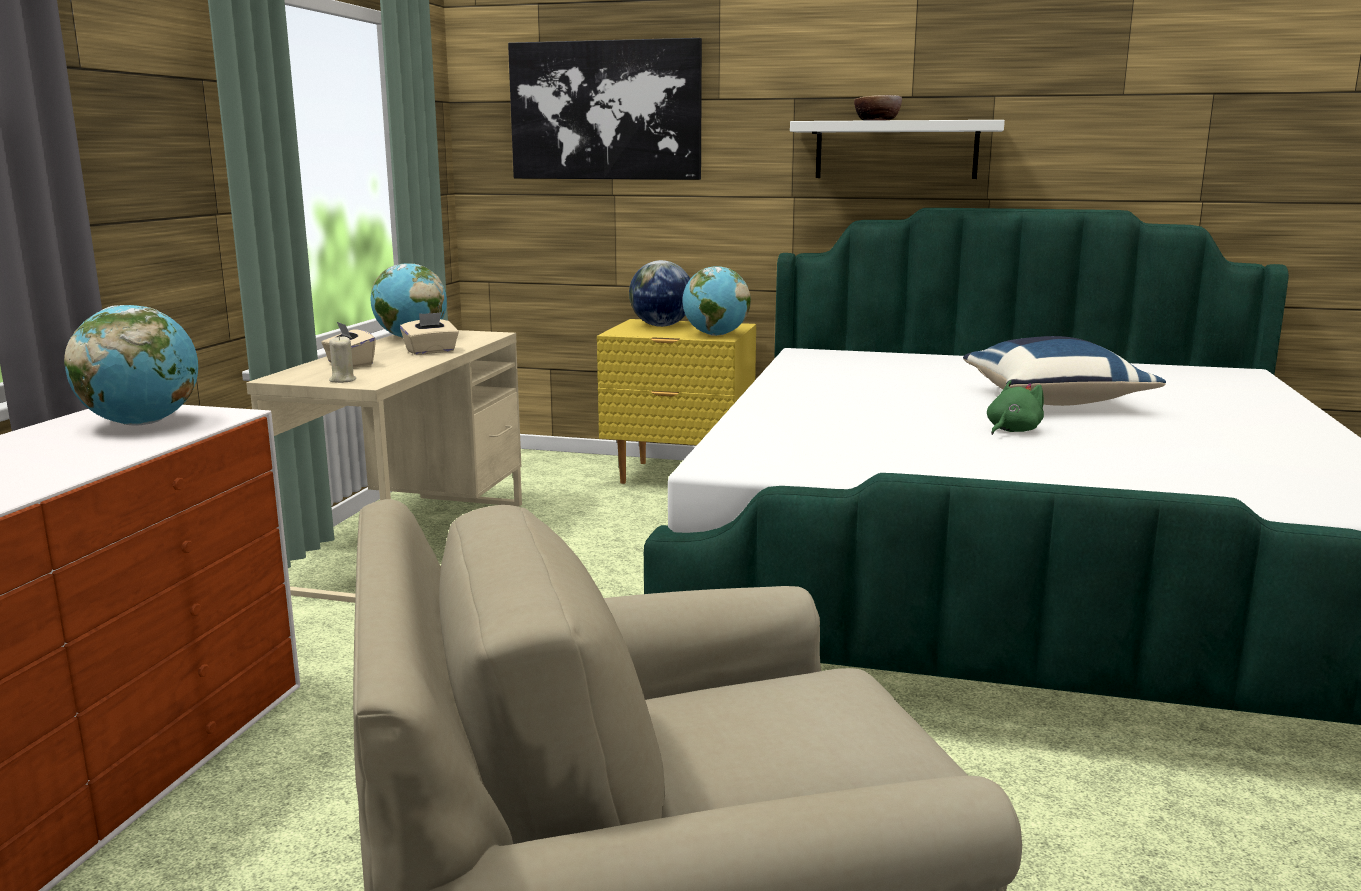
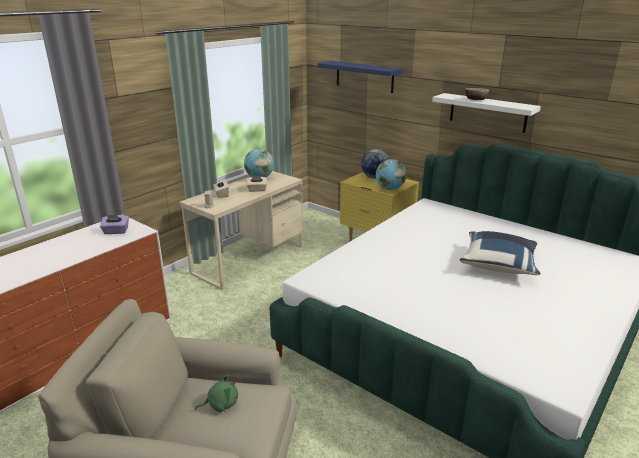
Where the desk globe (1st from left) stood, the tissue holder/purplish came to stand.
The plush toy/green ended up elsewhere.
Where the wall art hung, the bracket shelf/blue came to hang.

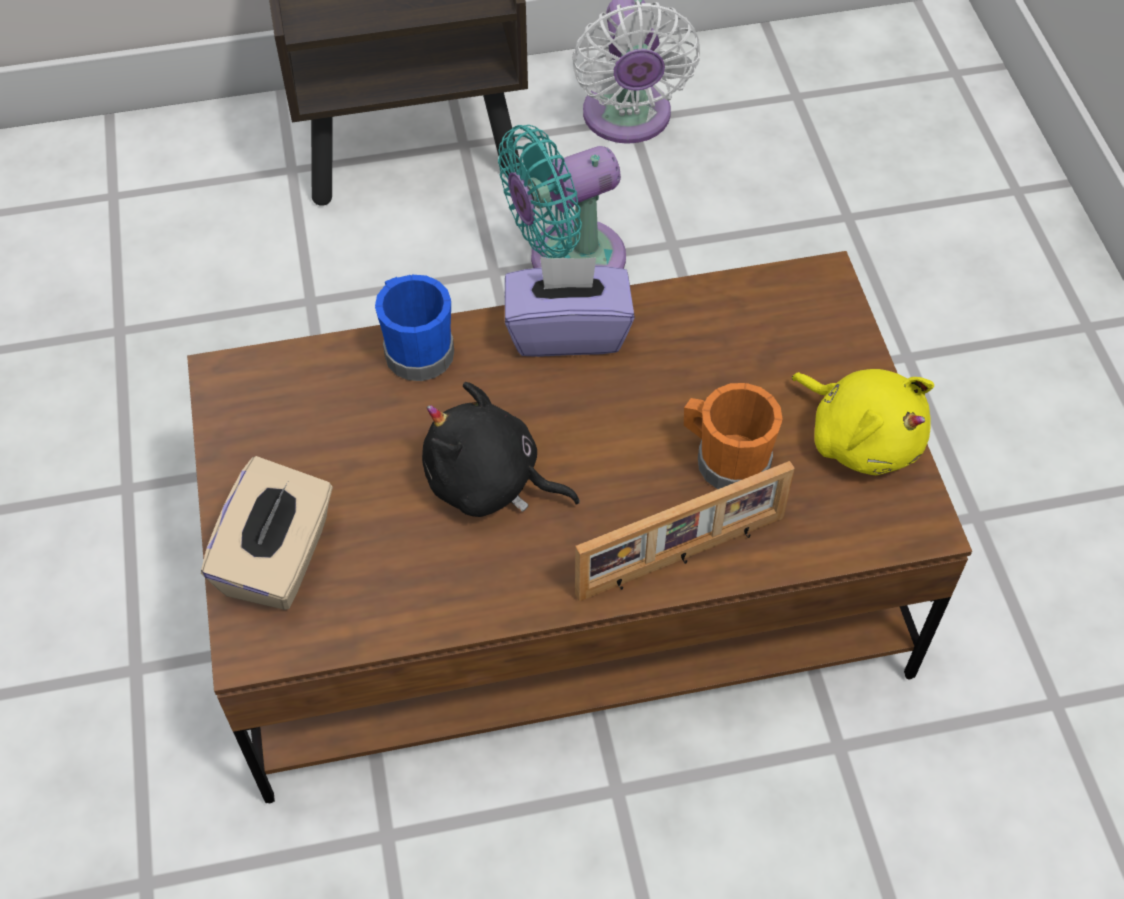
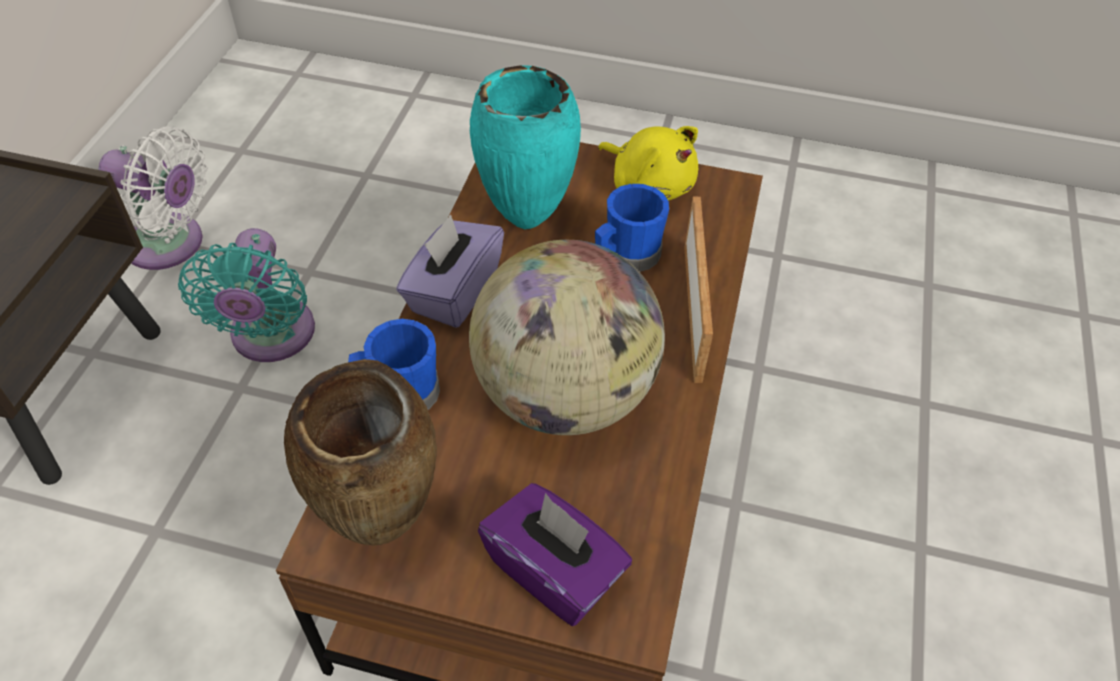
The second view gained the flower vase/brown.
Where the plush toy/black stood, the desk globe came to stand.
The second view gained the flower vase/blue-green.
What was the tissue holder/beige turned into the tissue holder/purplish (2nd from left).
What was the mug/orangey turned into the mug/blue (2nd from left).
The plush toy/yellow-coloured ended up facing another way, 60 degrees clockwise from before.

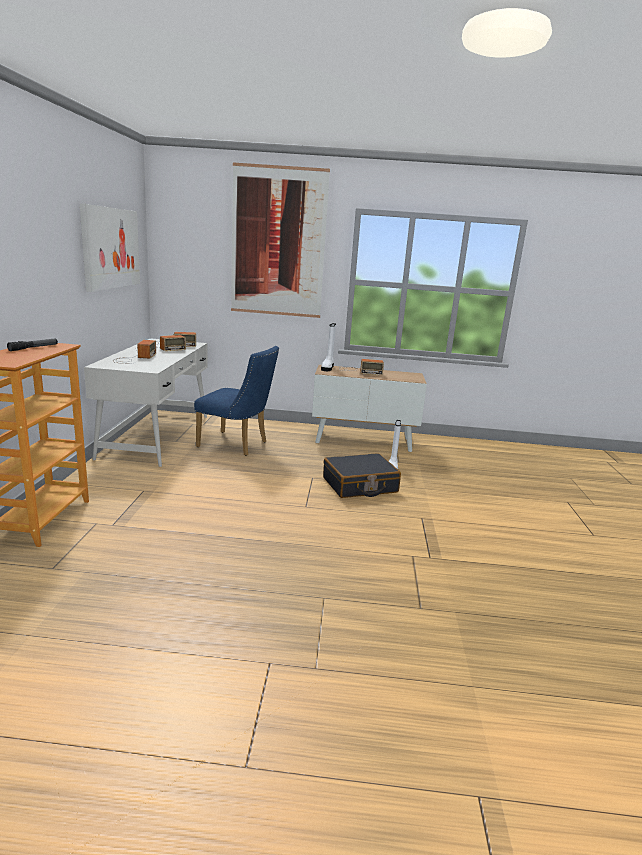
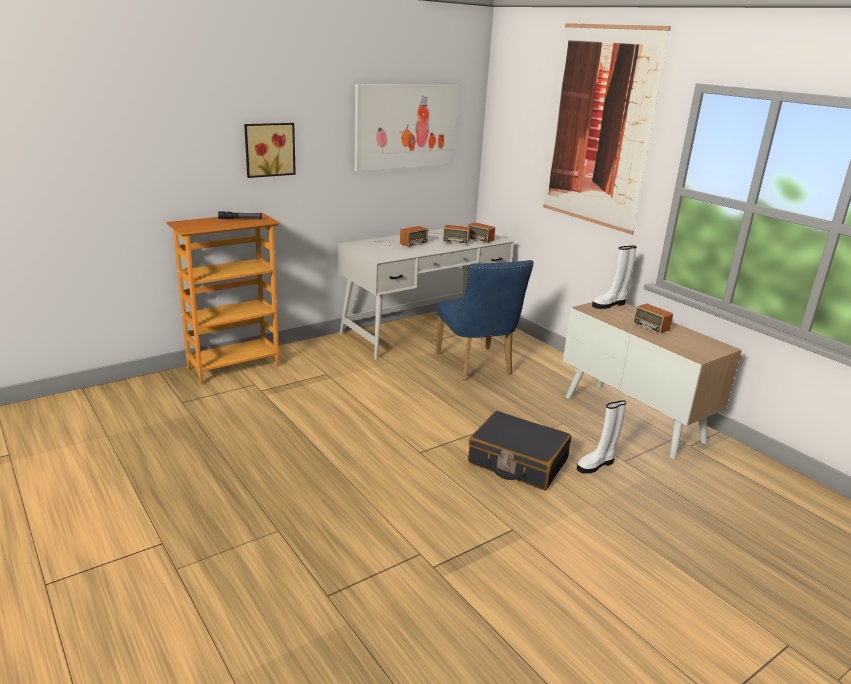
The second view gained the wall art (1st from left).

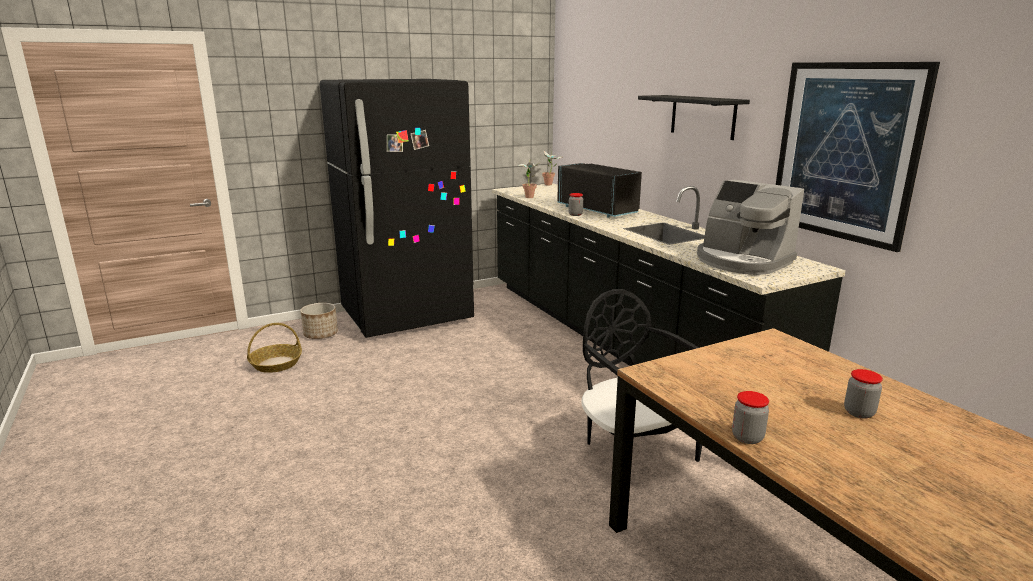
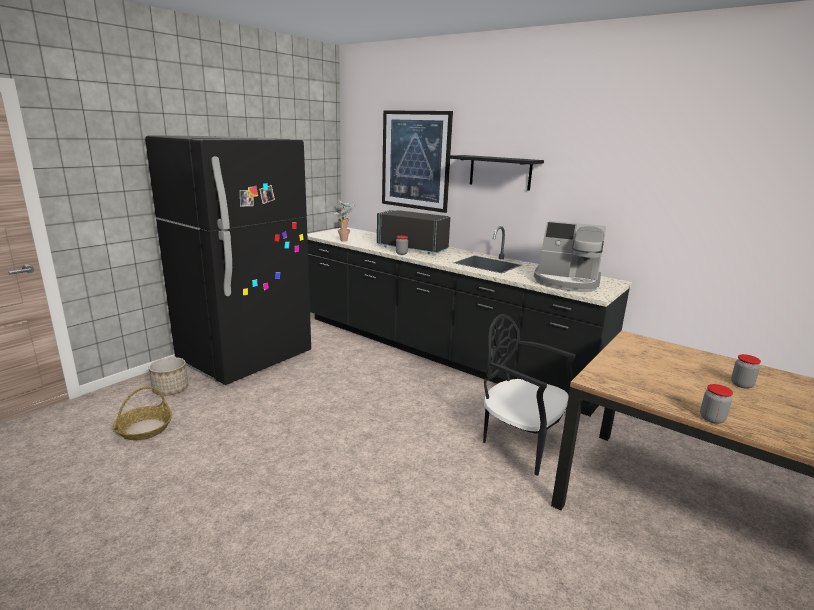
The wall art ended up elsewhere.

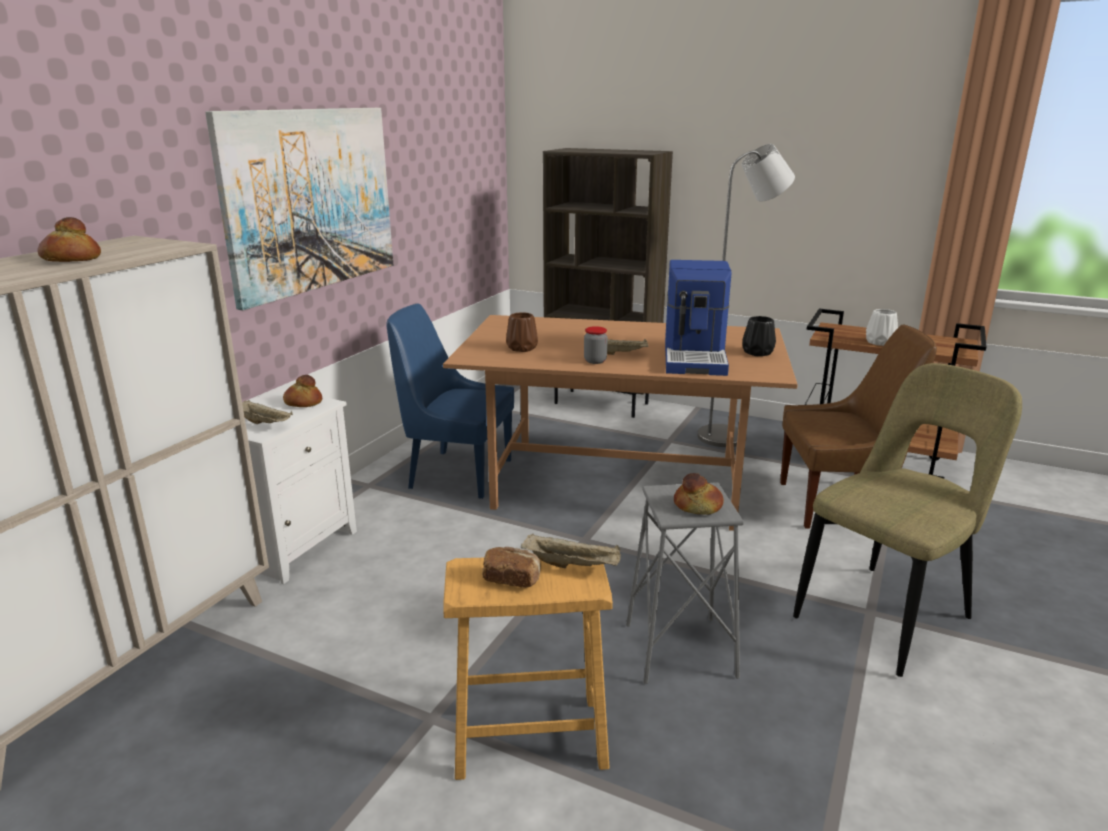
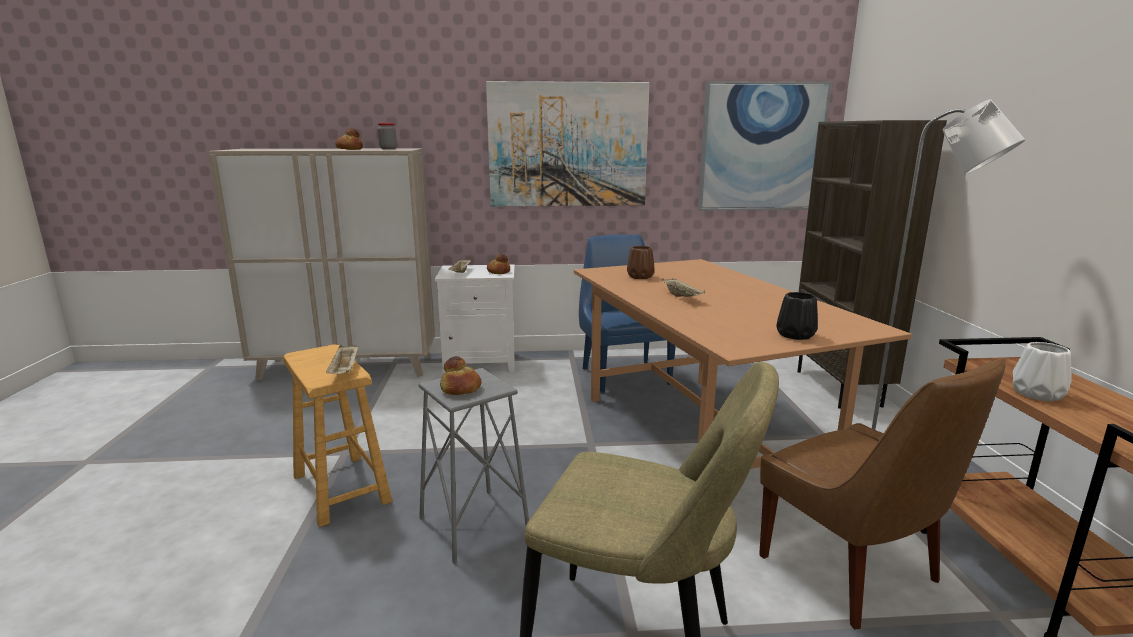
The storage jar ended up elsewhere.
The second view gained the wall art (2nd from left).
The second view lost the bread (3rd from left).
The second view lost the coffee machine.

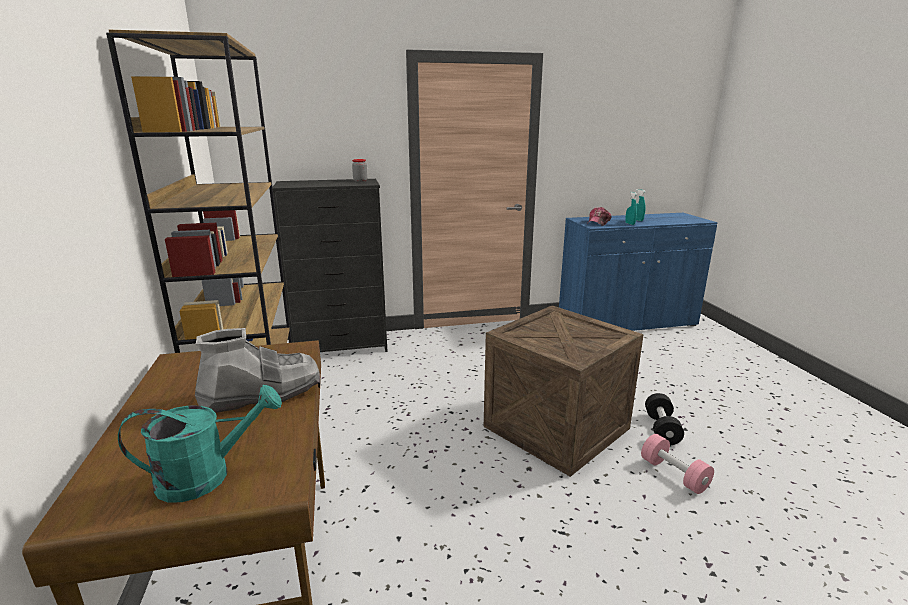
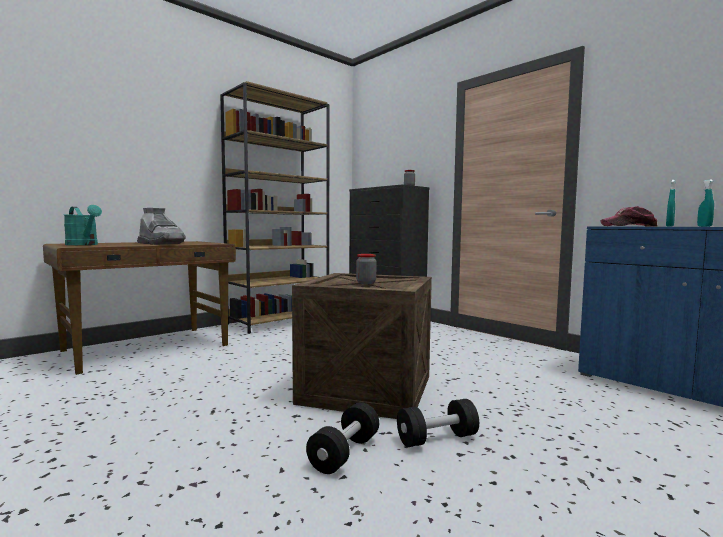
What was the hand weight/pinkish turned into the hand weight/black (1st from left).
The second view gained the storage jar (1st from left).

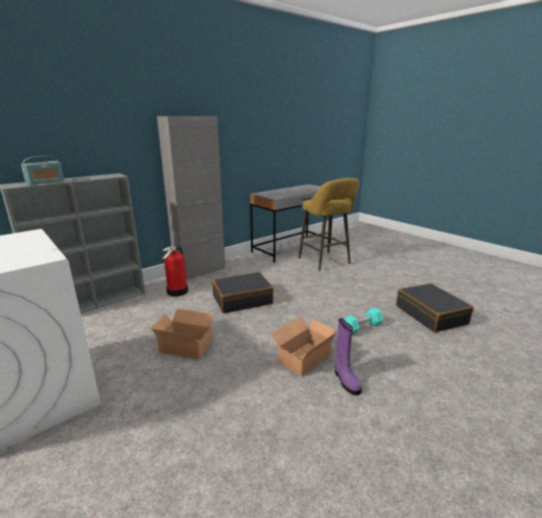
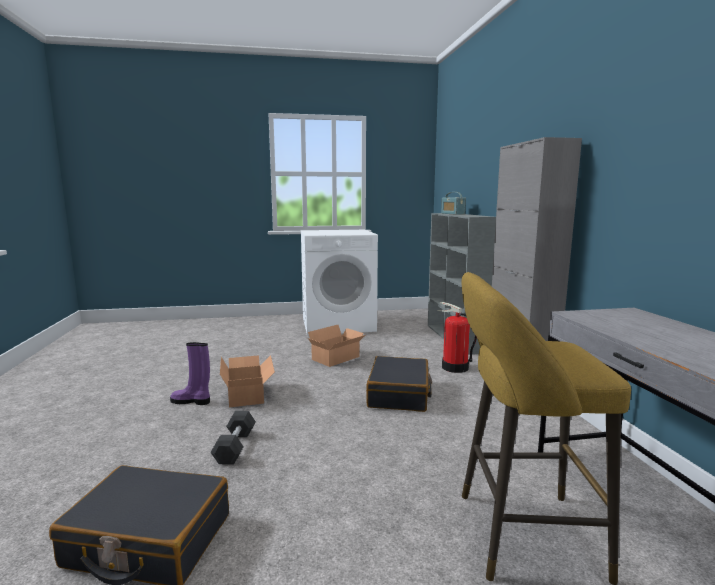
What was the hand weight/blue-green turned into the hand weight/black.

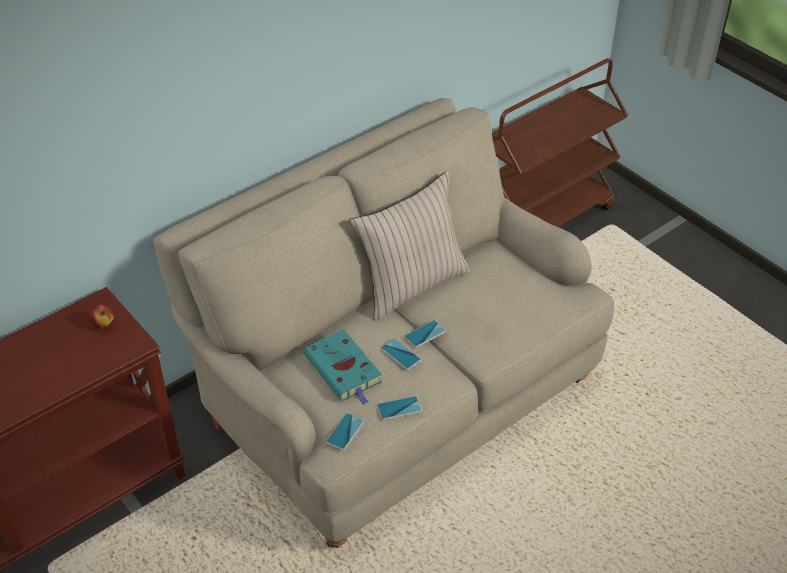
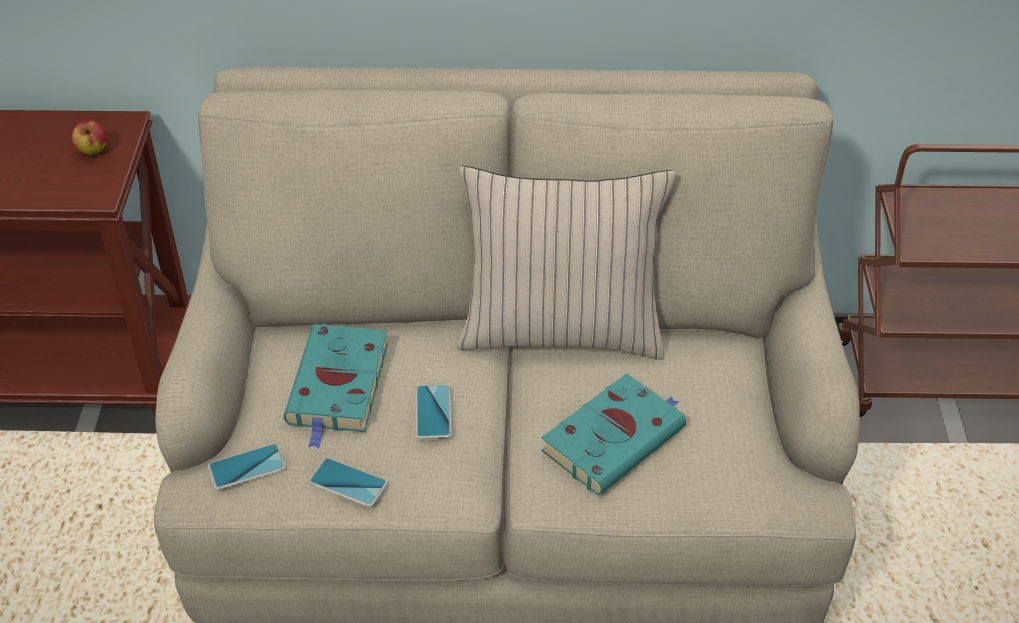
The second view gained the volume/blue-green (2nd from left).
The second view lost the handset (4th from left).

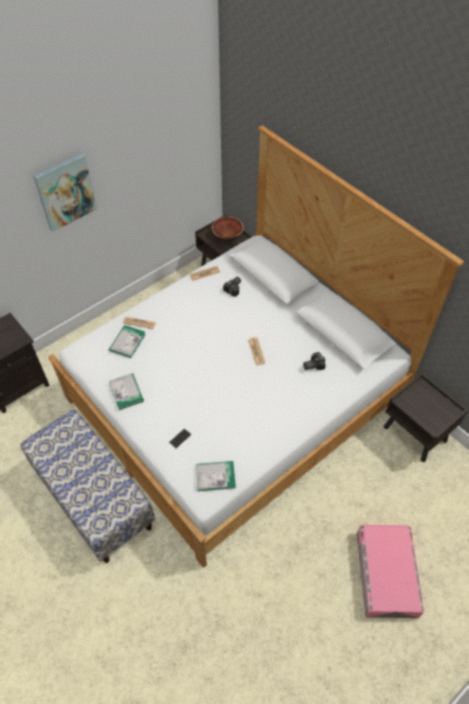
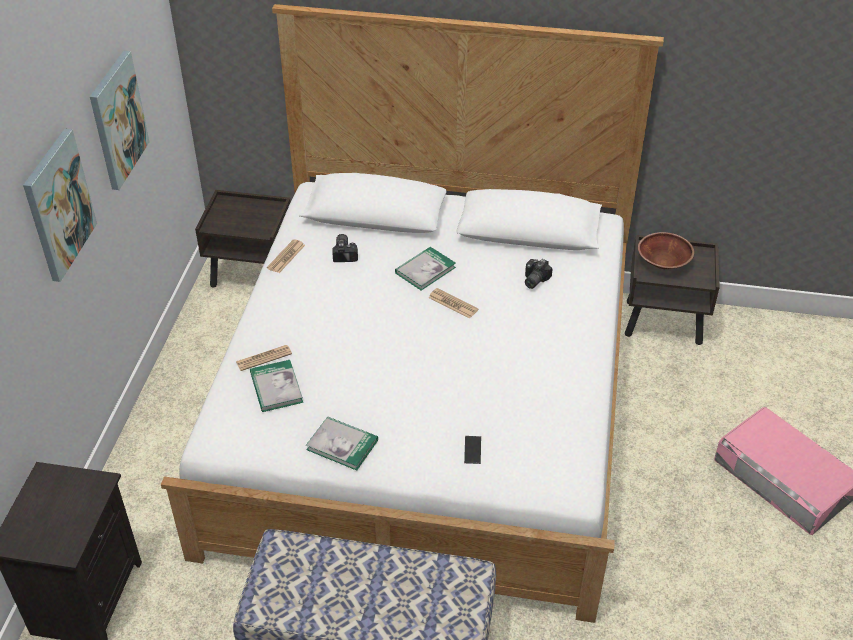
The second view gained the wall art (2nd from left).
The volume (3rd from left) ended up elsewhere.
The bowl/brown ended up elsewhere.

